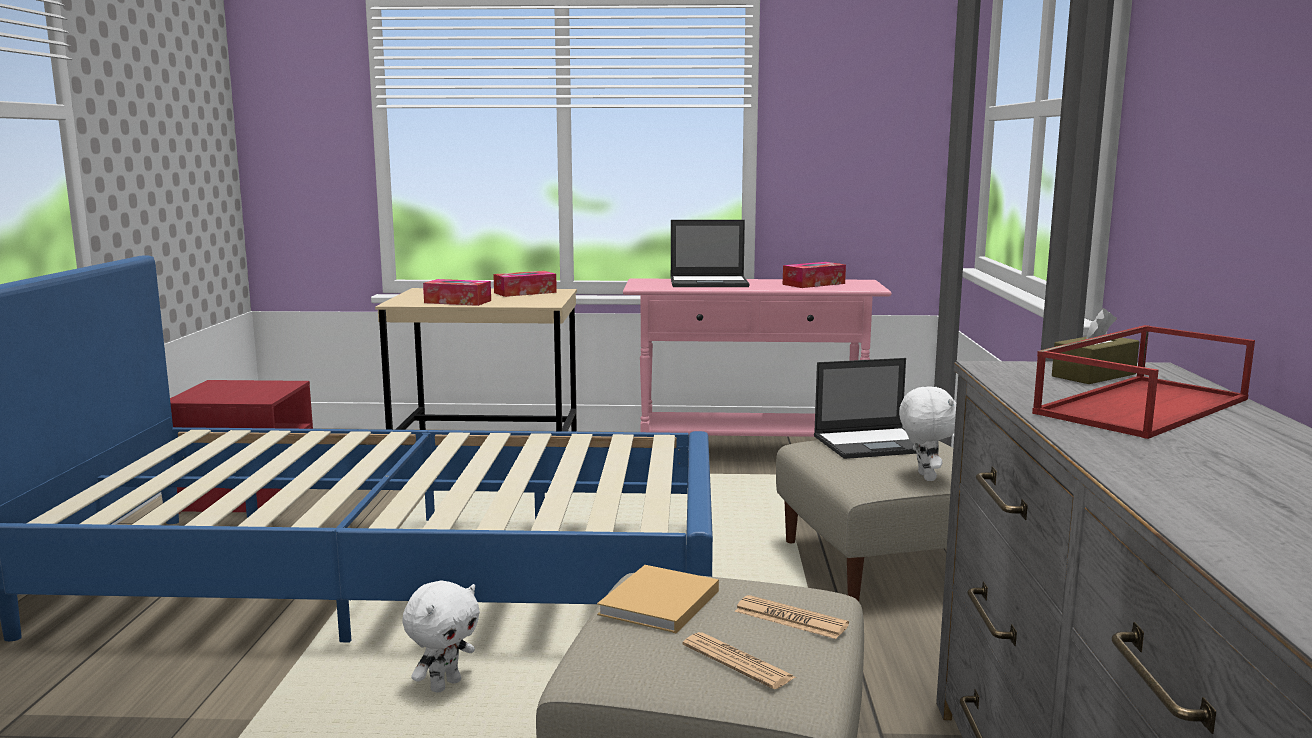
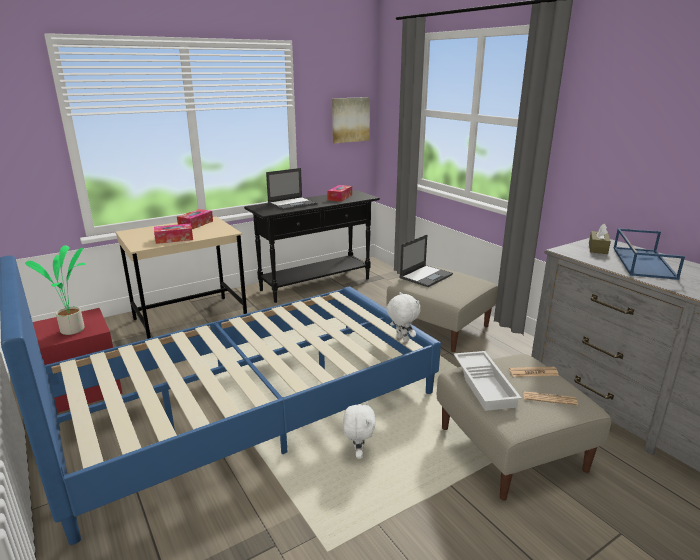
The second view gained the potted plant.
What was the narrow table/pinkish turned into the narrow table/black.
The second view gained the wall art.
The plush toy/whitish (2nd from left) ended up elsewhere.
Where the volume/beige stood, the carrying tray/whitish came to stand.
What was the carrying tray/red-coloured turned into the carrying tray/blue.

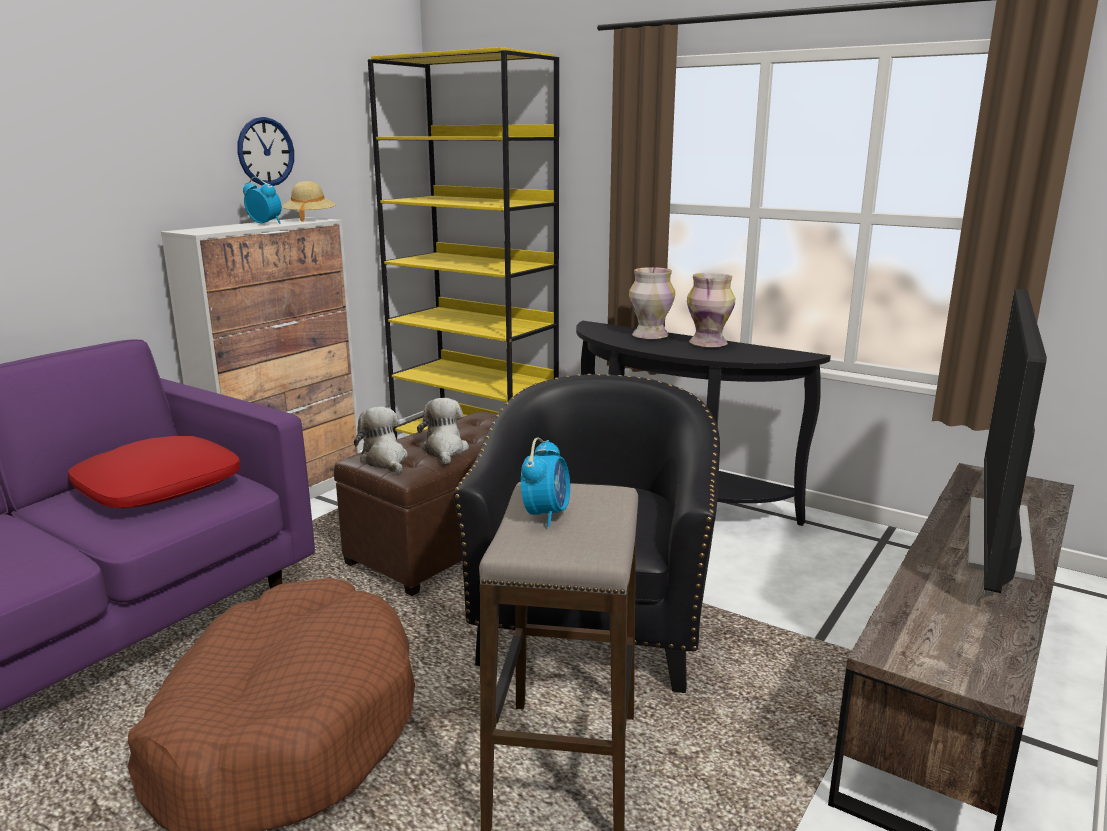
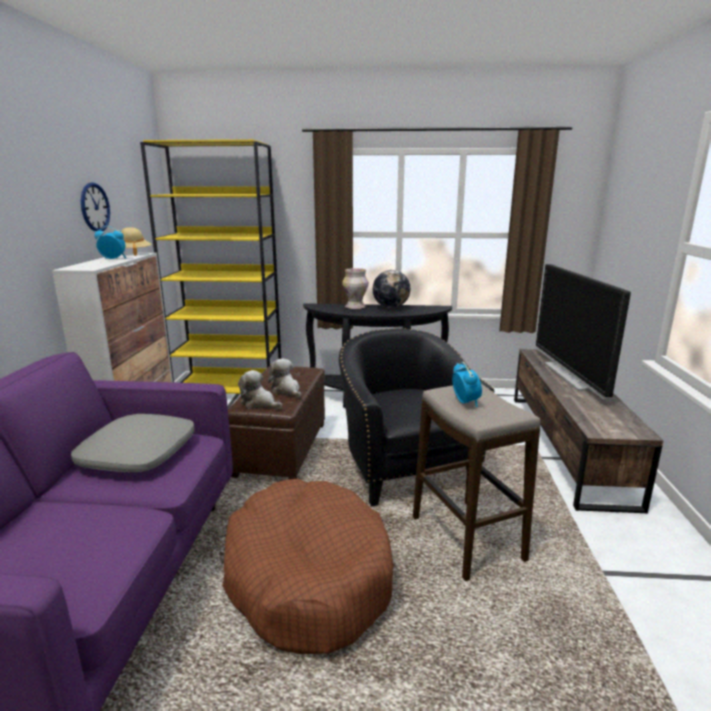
What was the cushion/red-coloured turned into the cushion/grey.
Where the flower vase (2nd from left) stood, the desk globe came to stand.

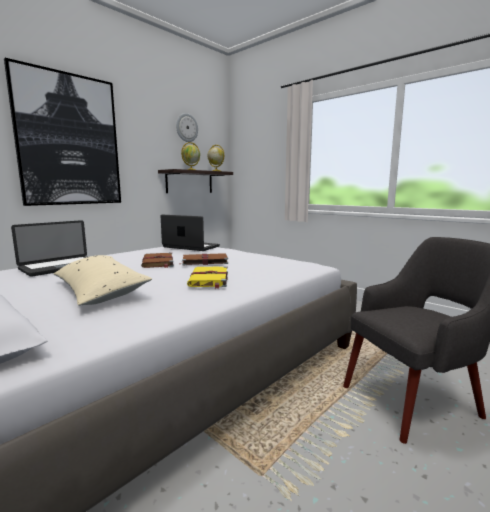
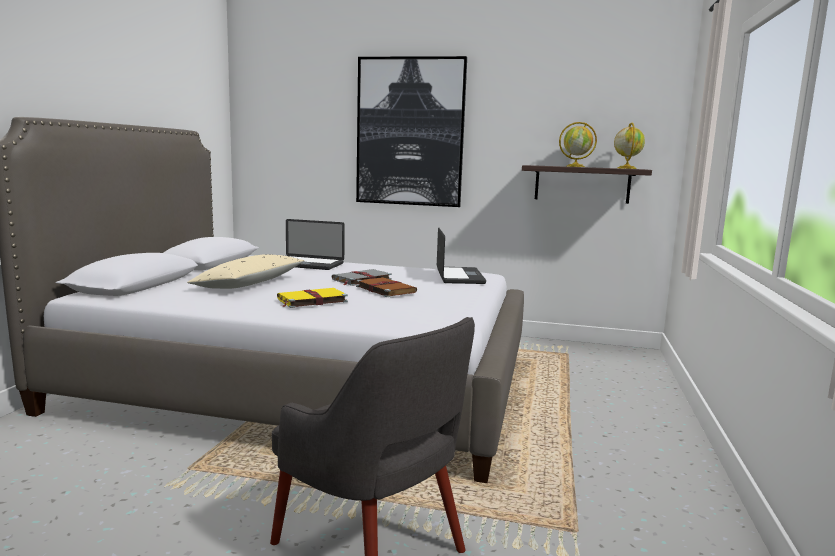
What was the volume/brown (1st from left) turned into the volume/grey.
The second view lost the wall clock.

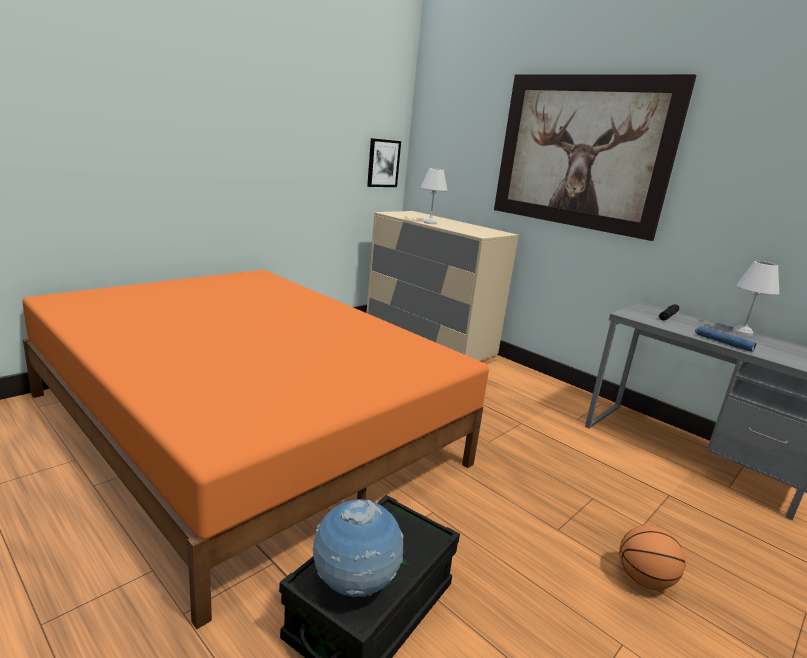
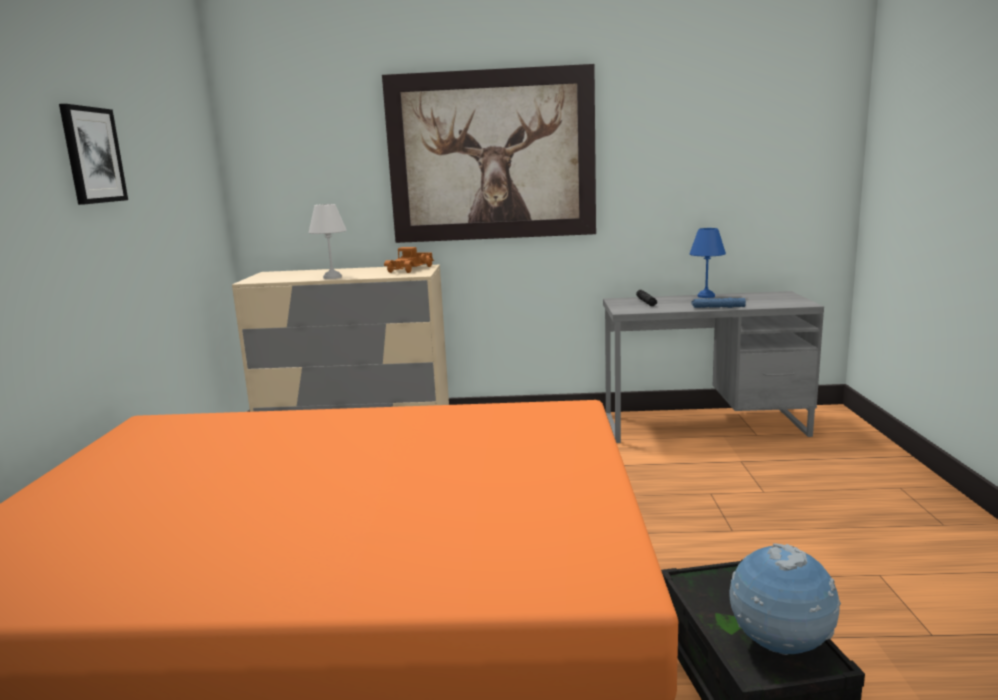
The wall art (1st from left) ended up elsewhere.
The second view gained the toy truck.
What was the tabletop lamp/whitish (2nd from left) turned into the tabletop lamp/blue.
The second view lost the ball for basketball.

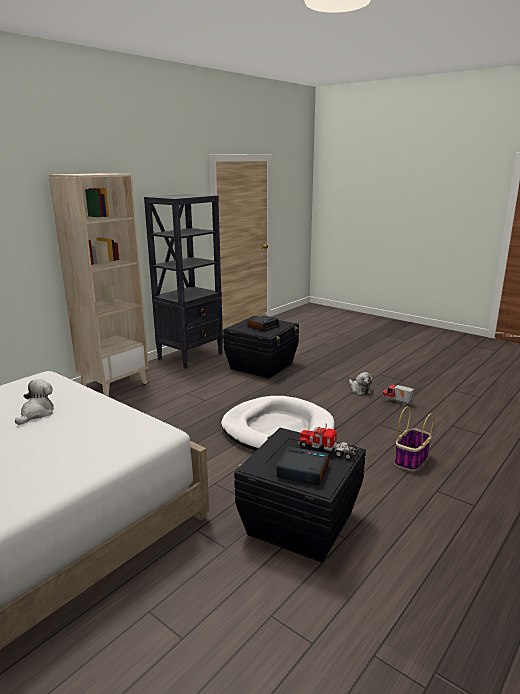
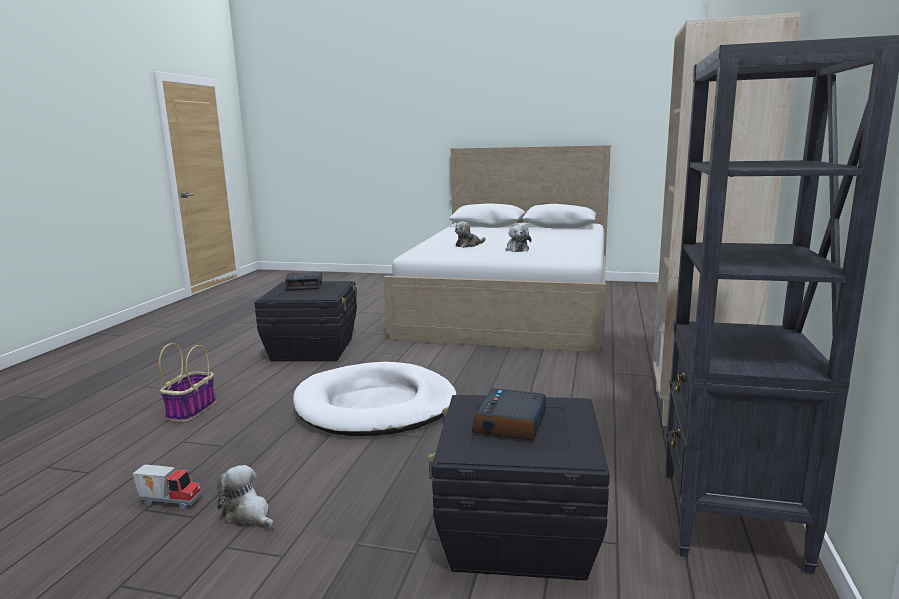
The second view gained the plush toy (2nd from left).
The second view lost the toy truck (1st from left).

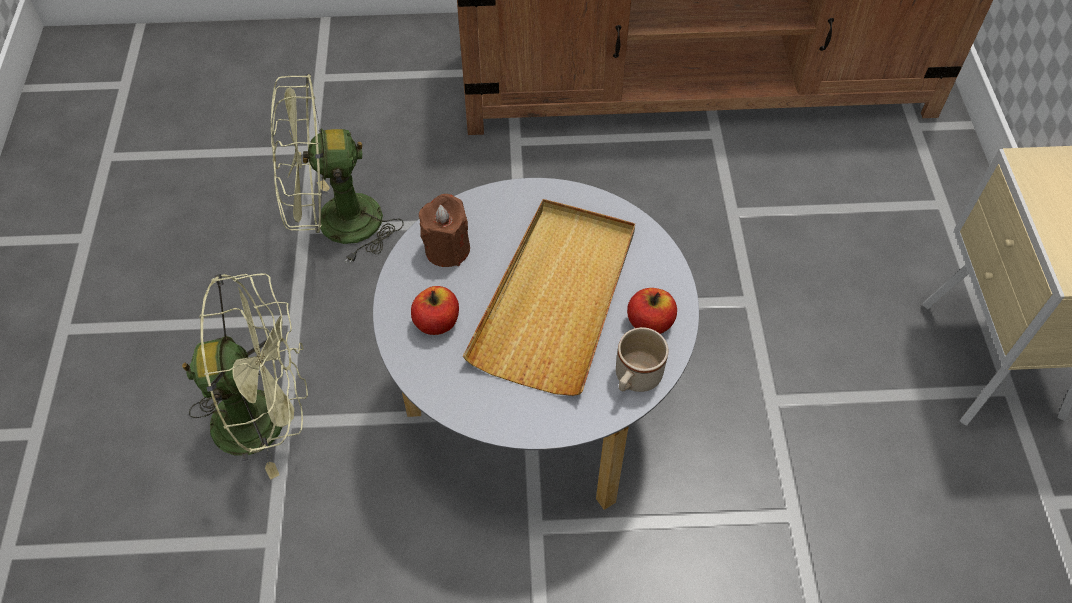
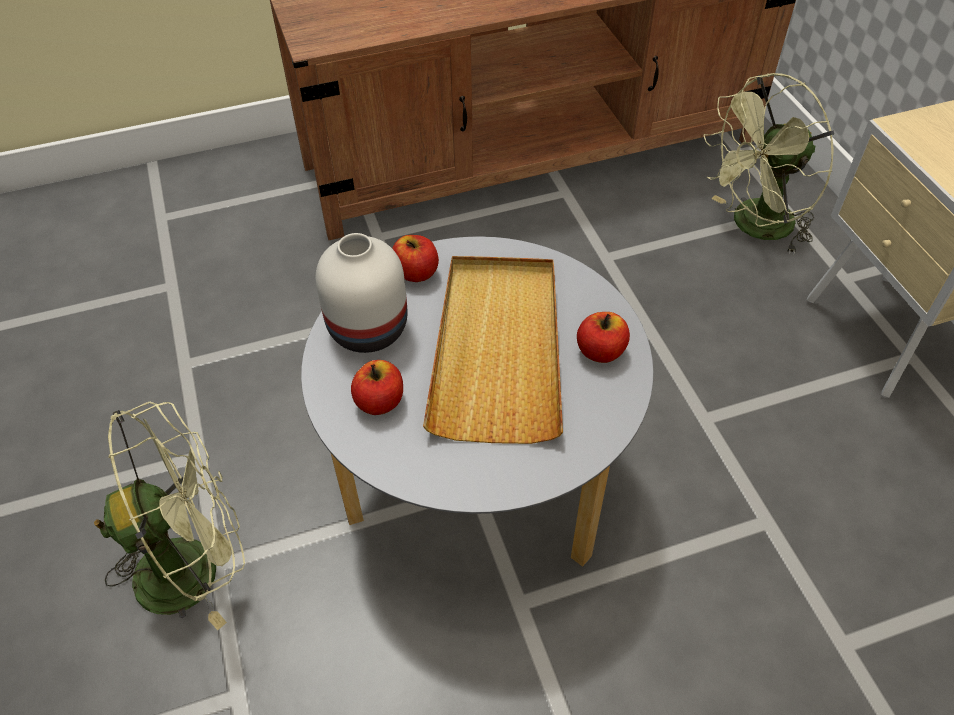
Where the candle/brown stood, the flower vase/whitish came to stand.
The second view gained the apple (2nd from left).
The cooling fan/green (2nd from left) ended up elsewhere.
The second view lost the mug/beige.

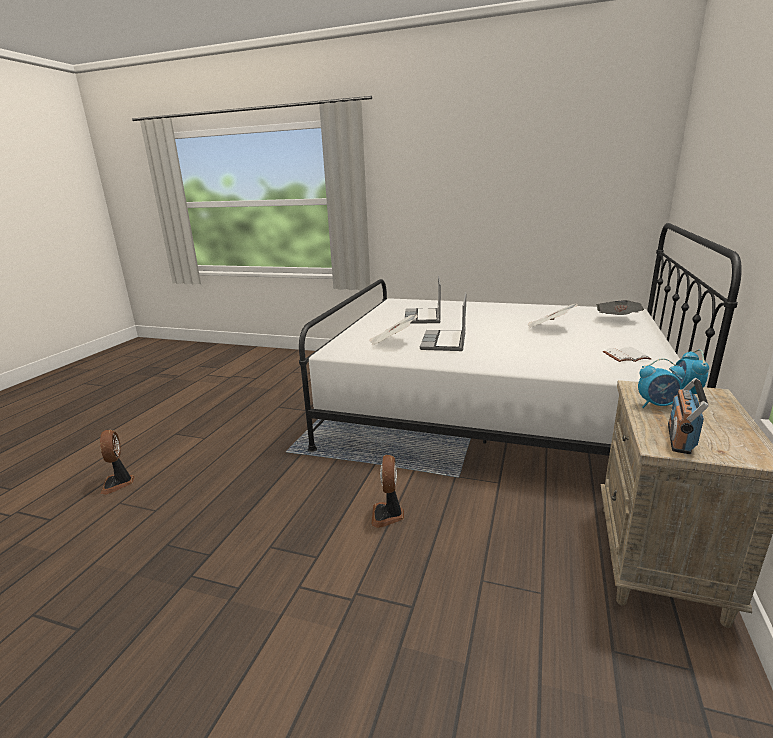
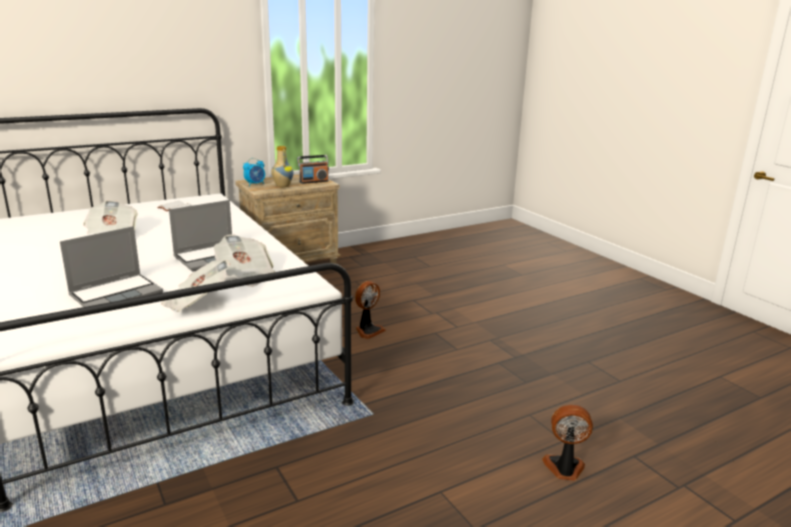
The printed paper (3rd from left in the first image) ended up elsewhere.
Where the table clock (1st from left) stood, the flower vase came to stand.
The cooling fan (1st from left in the first image) ended up facing another way, 105 degrees counterclockwise from before.

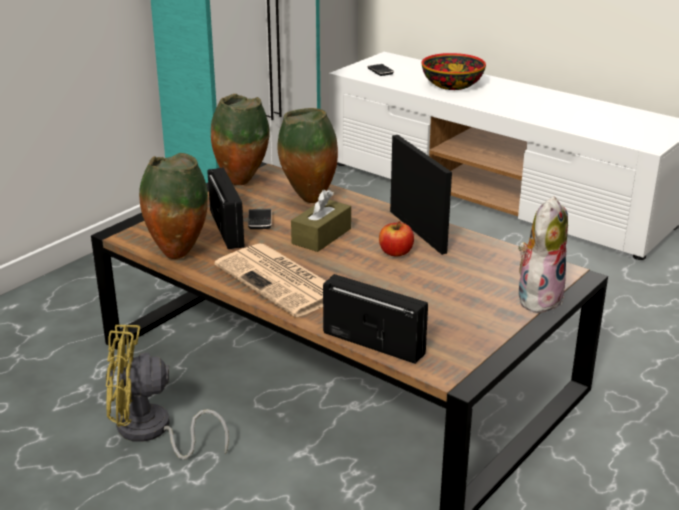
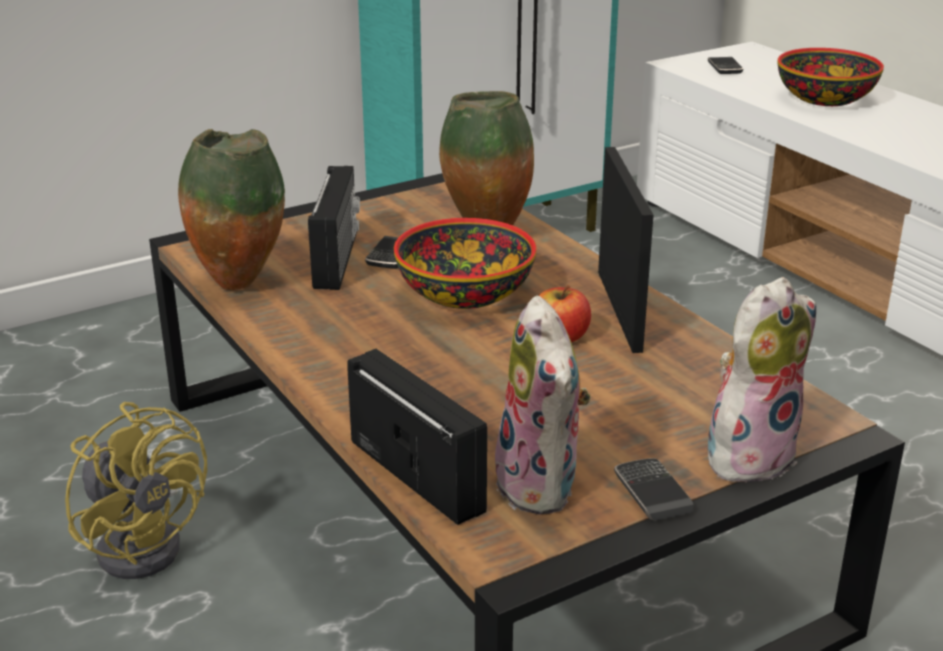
The cooling fan/yellow-coloured ended up facing another way, 150 degrees counterclockwise from before.
Where the tissue holder/brown stood, the bowl (1st from left) came to stand.
The second view gained the plush toy (1st from left).
The second view gained the handset (2nd from left).
The second view lost the flower vase (2nd from left).
The second view lost the printed paper.

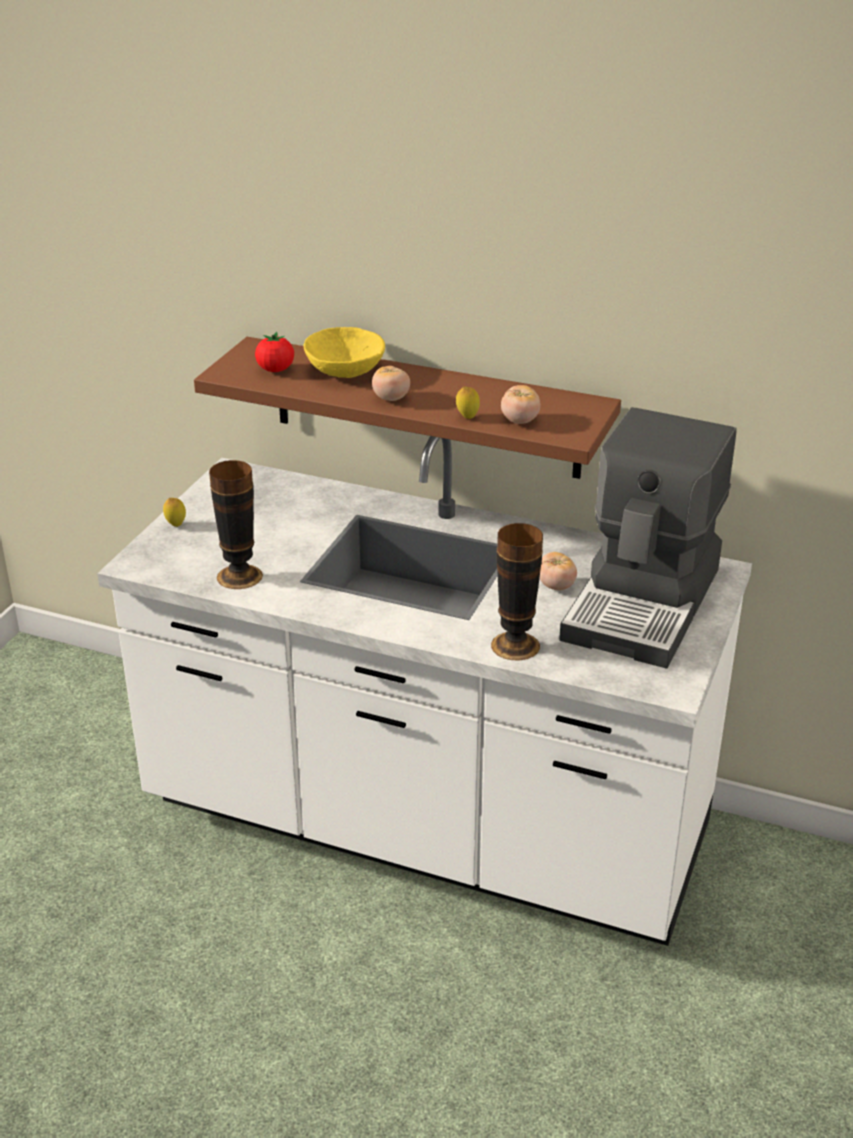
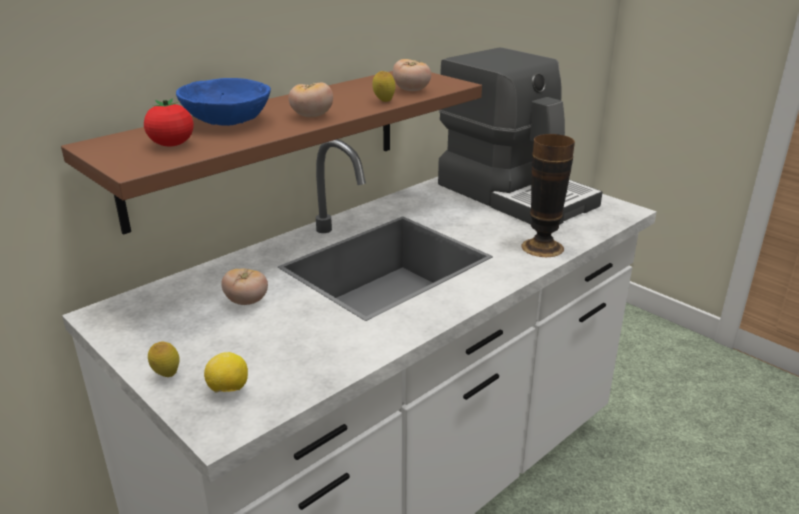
What was the bowl/yellow-coloured turned into the bowl/blue.
The second view gained the whole lemon (2nd from left).
The tomato (4th from left in the first image) ended up elsewhere.
The second view lost the flower vase (1st from left).

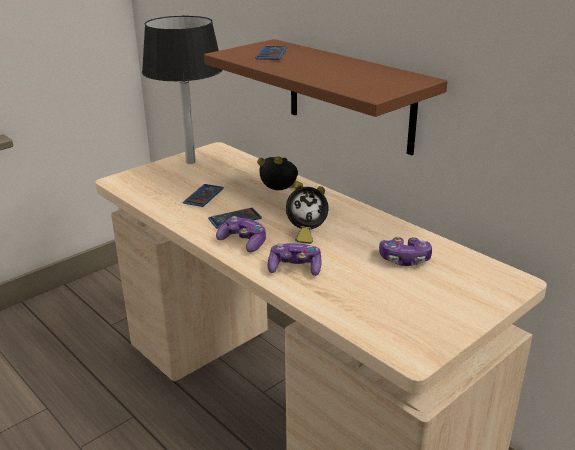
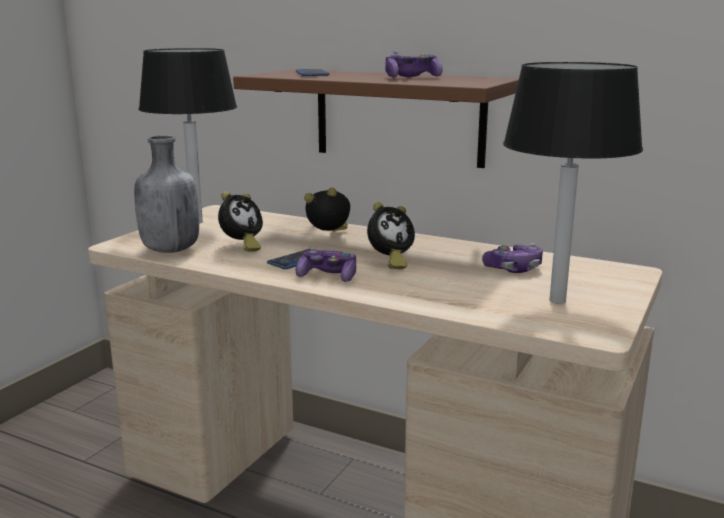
The second view gained the bottle/grey.
Where the handset (1st from left) stood, the table clock (1st from left) came to stand.
The joypad (2nd from left) ended up elsewhere.
The second view gained the tabletop lamp/black (2nd from left).

